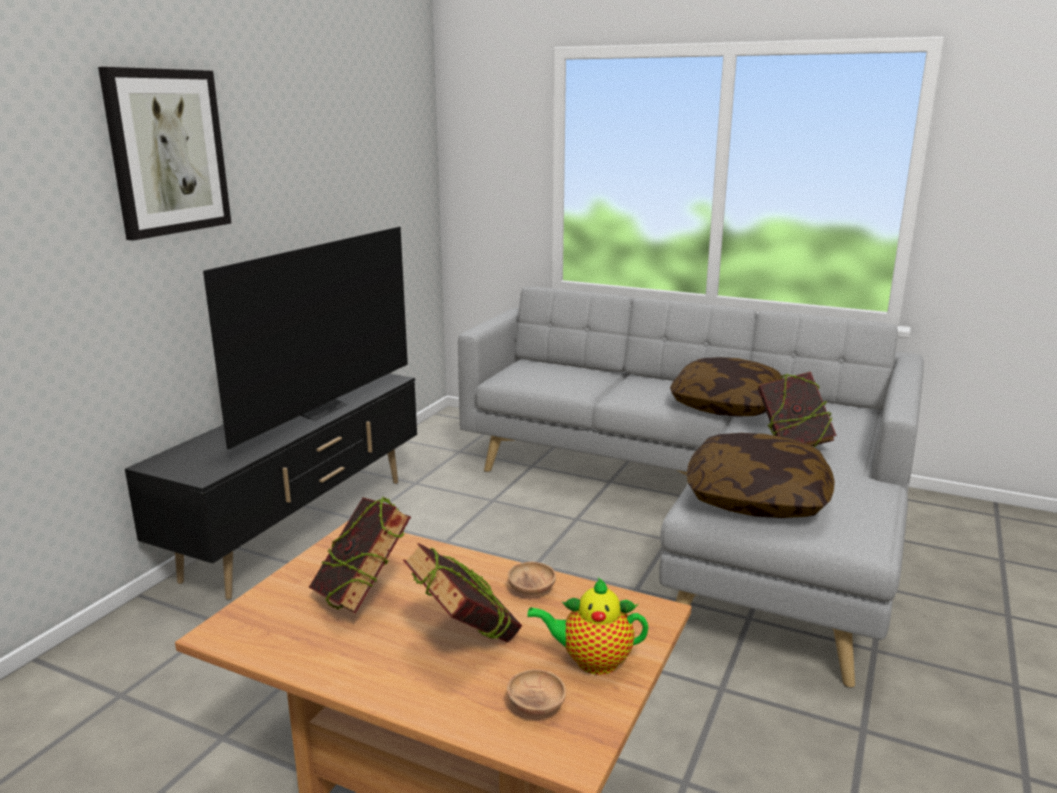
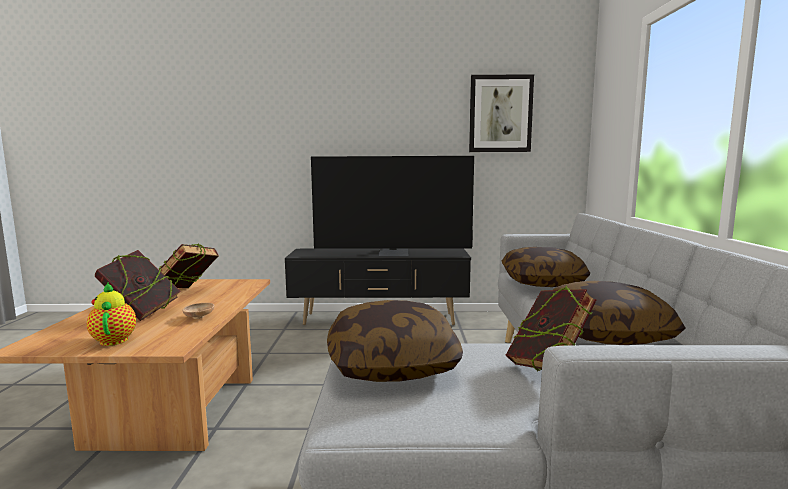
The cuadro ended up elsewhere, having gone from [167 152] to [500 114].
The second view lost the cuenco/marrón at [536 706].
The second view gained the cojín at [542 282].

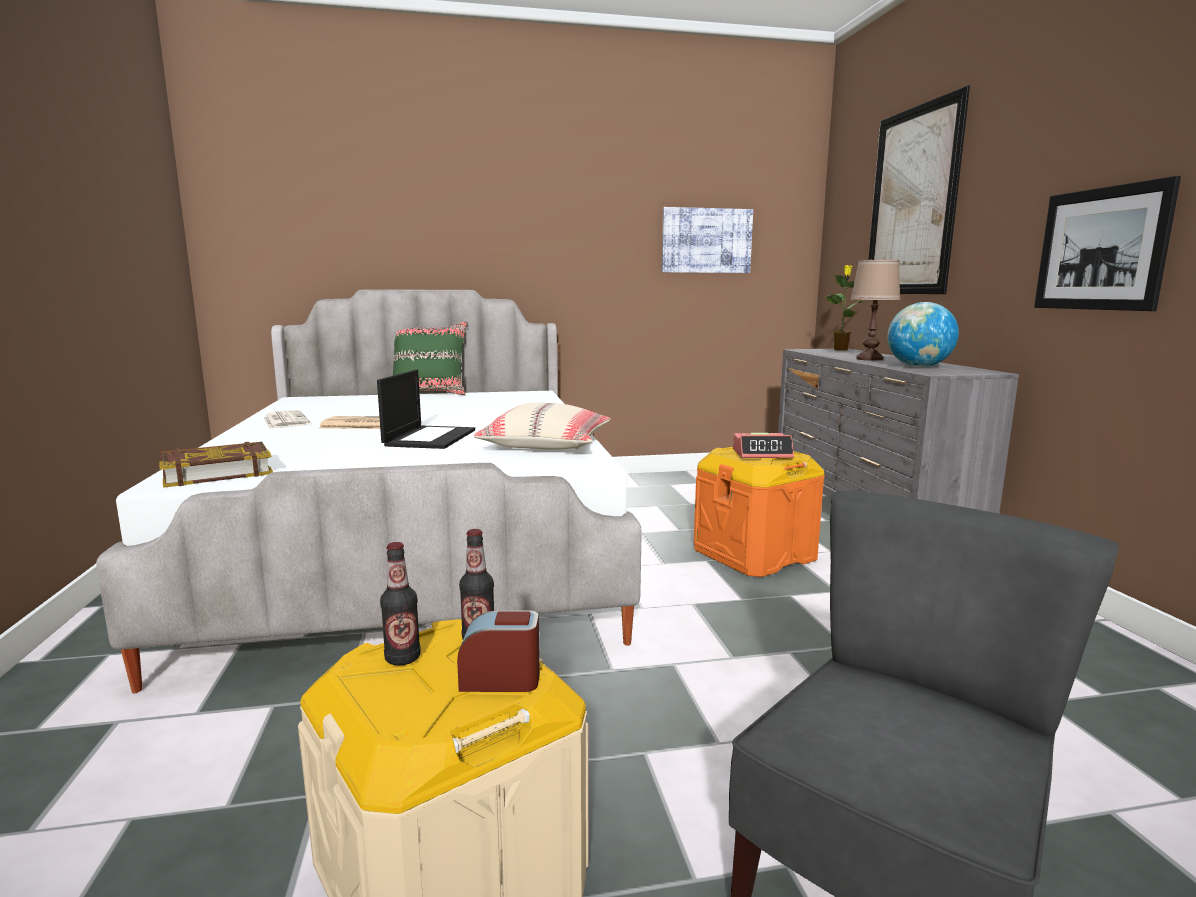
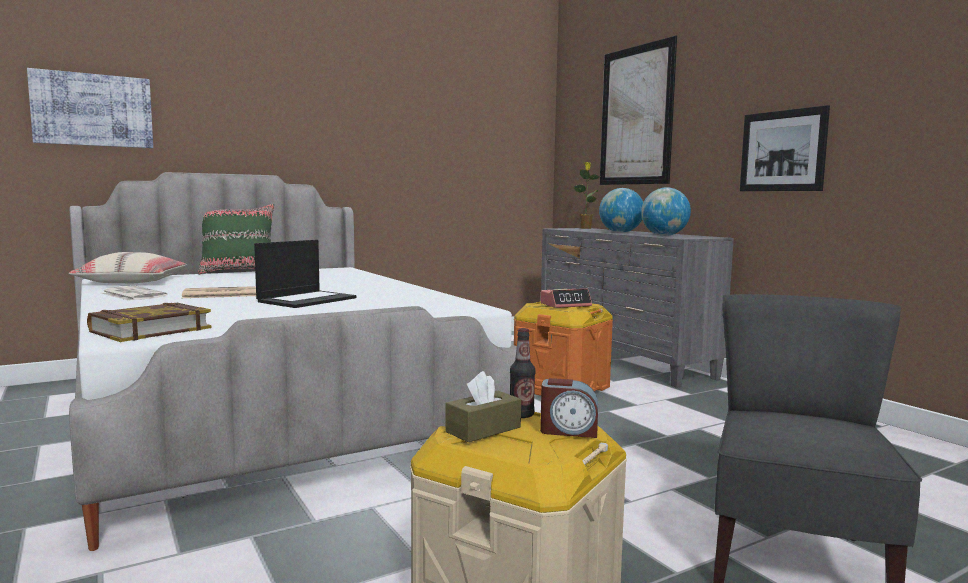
The cuadro ended up elsewhere, having gone from [706 241] to [93 110].
Where the lámpara de mesa/marrón stood at [869 359], the globo terráqueo came to stand at [620 232].
The portátil at [430 437] ended up facing another way, 45 degrees clockwise from before.
The cojín/beis ended up elsewhere, having gone from [546 444] to [132 281].
Where the botella stood at [402 658], the caja de pañuelos/marrón came to stand at [483 429].
The despertador at [500 679] ended up facing another way, 150 degrees counterclockwise from before.

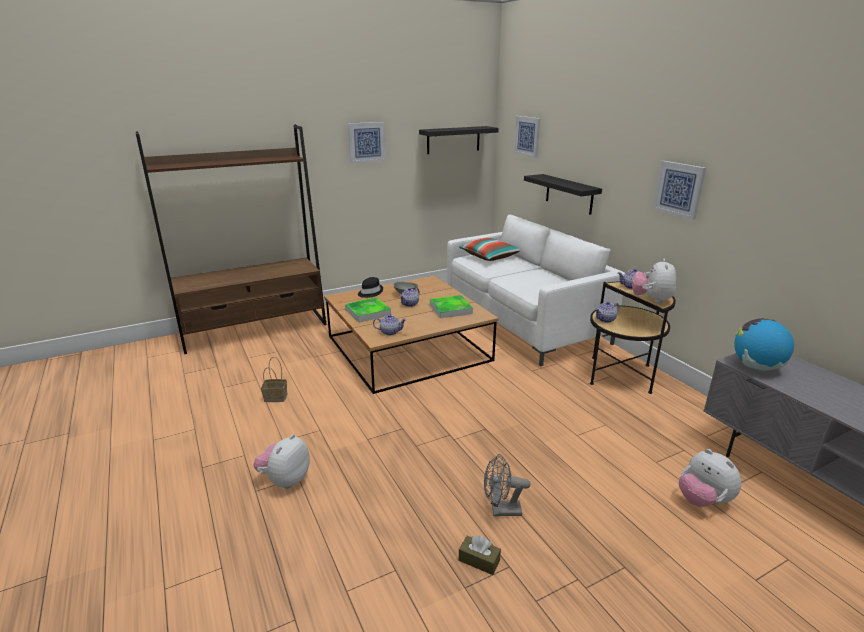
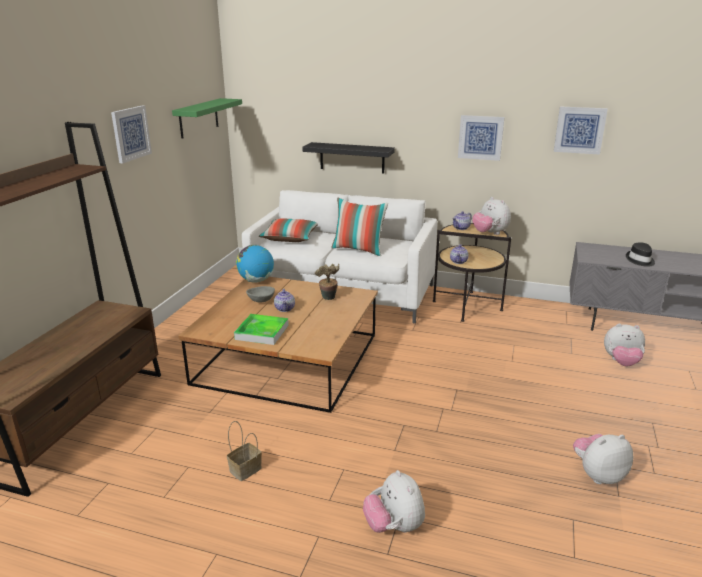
The cuadro ended up elsewhere, having gone from [527 136] to [579 130].
What was the estante/negro at [453 140] turned into the estante/verde at [199 118].
The sombrero/negro ended up elsewhere, having gone from [370 292] to [640 260].
Where the bandeja stood at [450 309], the planta en maceta came to stand at [328 299].
The second view lost the tetera at [389 332].
The globo terráqueo ended up elsewhere, having gone from [756 367] to [256 281].
The second view lost the ventilador/gris at [501 510].
Where the caja de pañuelos/marrón stood at [479 560], the peluche came to stand at [598 474].
The second view gained the cojín at [359 250].

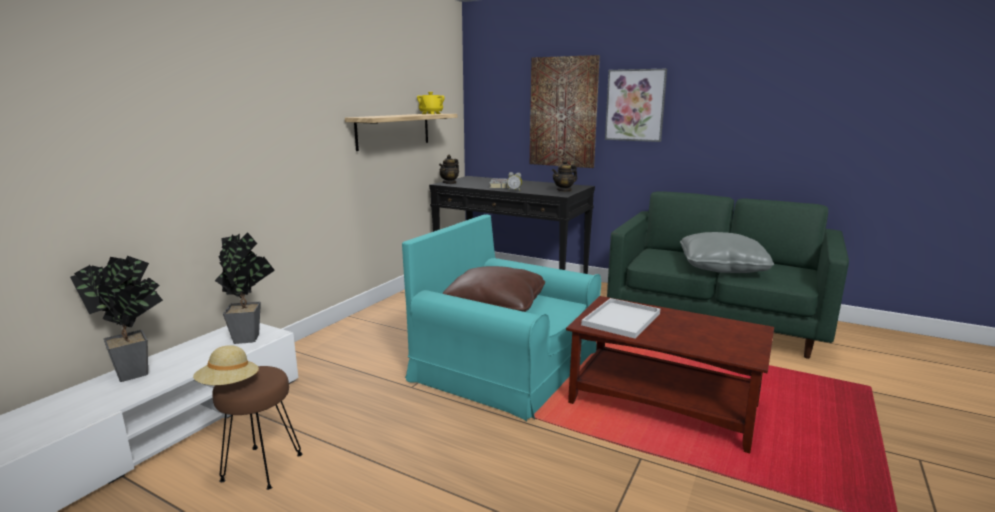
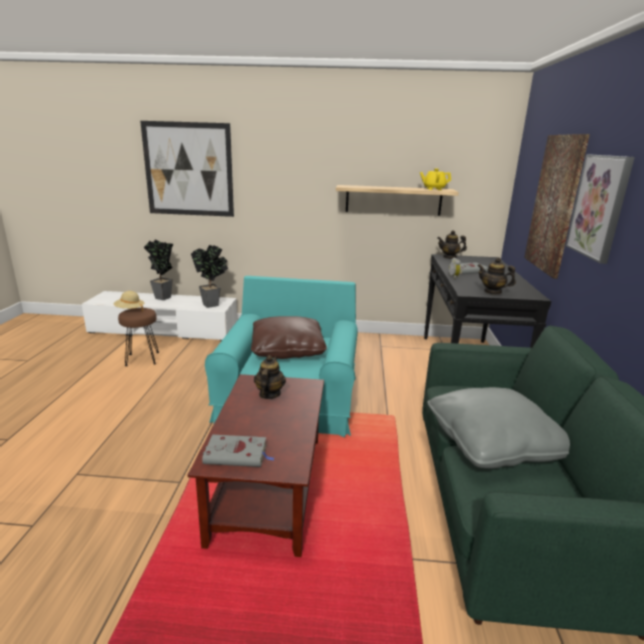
Where the bandeja/blanco stood at [621 320], the tetera came to stand at [269 394].
The second view gained the cuadro at [188 169].
The second view gained the libro/gris at [237 454].

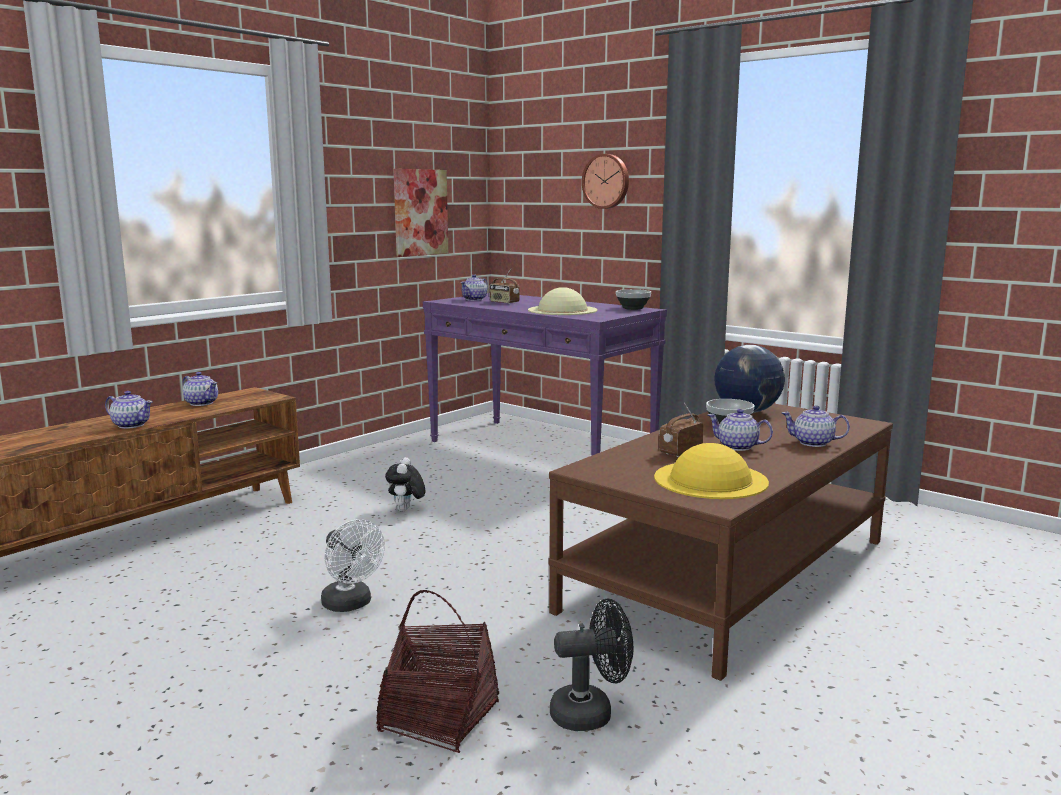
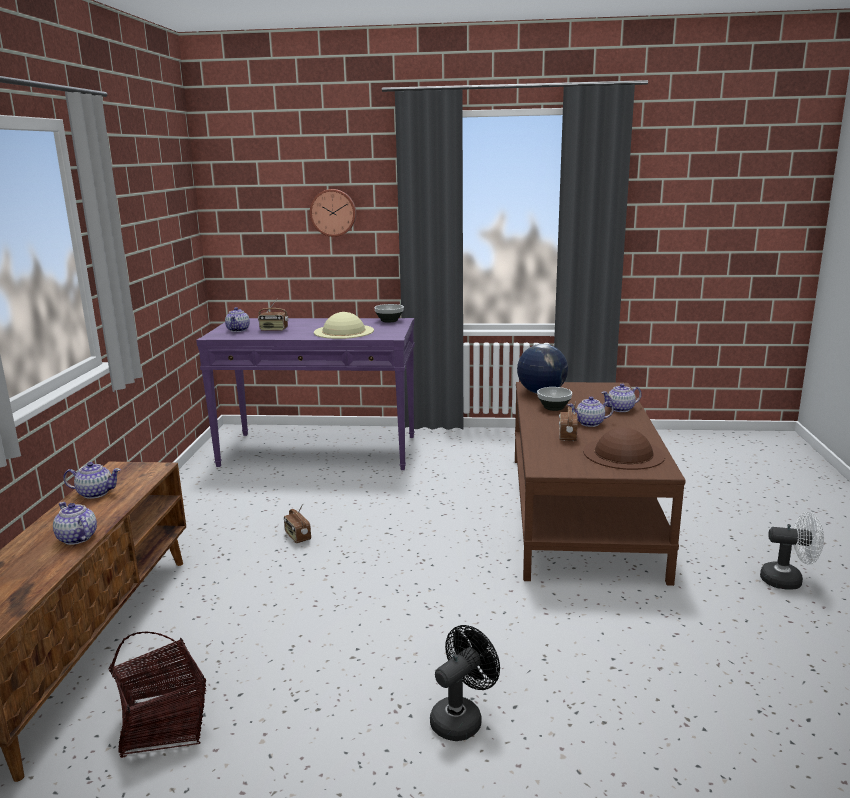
The second view lost the cuadro at [420 212].
The tetera at [131 425] ended up facing another way, 120 degrees counterclockwise from before.
What was the sombrero/amarillo at [711 479] turned into the sombrero/marrón at [623 453].
Where the peluche stood at [406 510], the radio came to stand at [297 537].
The ventilador/blanco ended up elsewhere, having gone from [351 605] to [788 580].
The cesta ended up elsewhere, having gone from [439 717] to [164 725].
The ventilador/negro ended up elsewhere, having gone from [591 713] to [461 718].

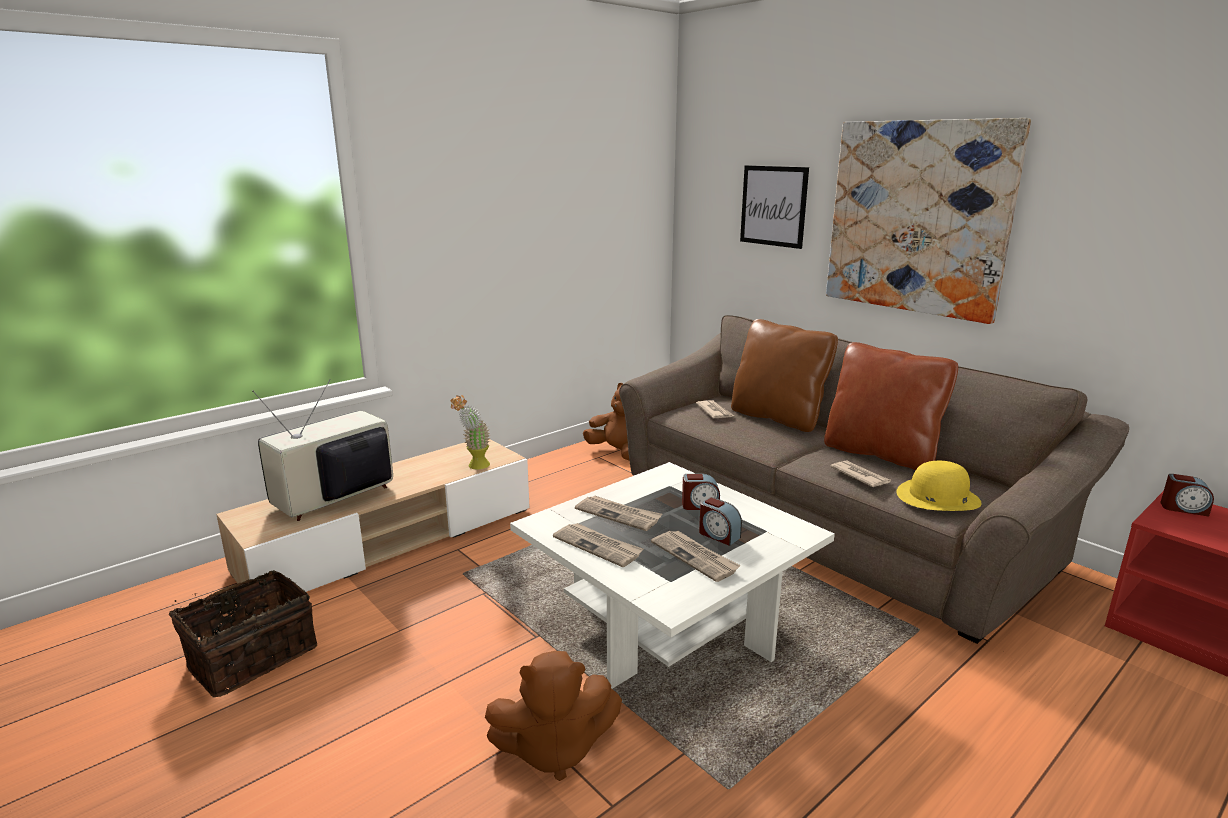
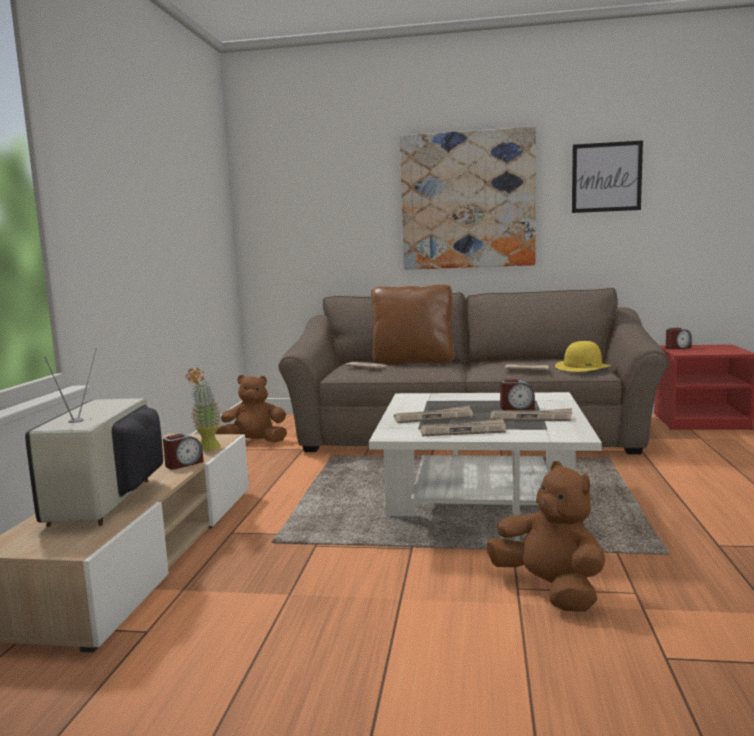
The cuadro ended up elsewhere, having gone from [773 206] to [606 177].
The second view lost the cojín/marrón at [881 453].
The despertador ended up elsewhere, having gone from [700 505] to [184 464].
The second view lost the cesta at [251 656].
The peluche/marrón at [554 749] ended up facing another way, 75 degrees counterclockwise from before.

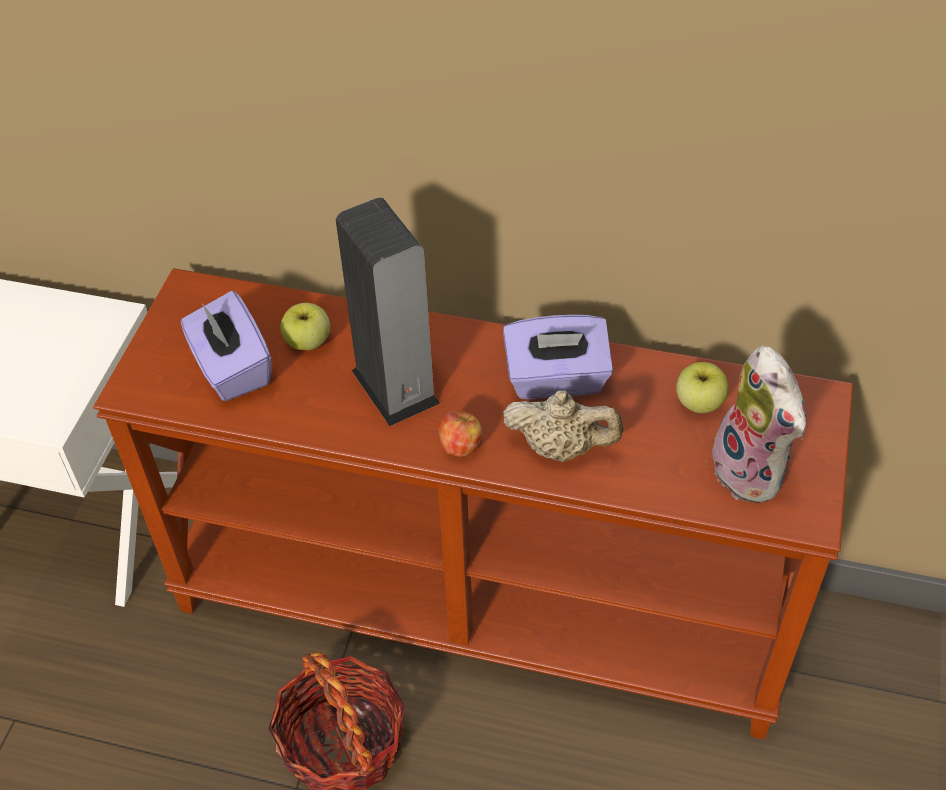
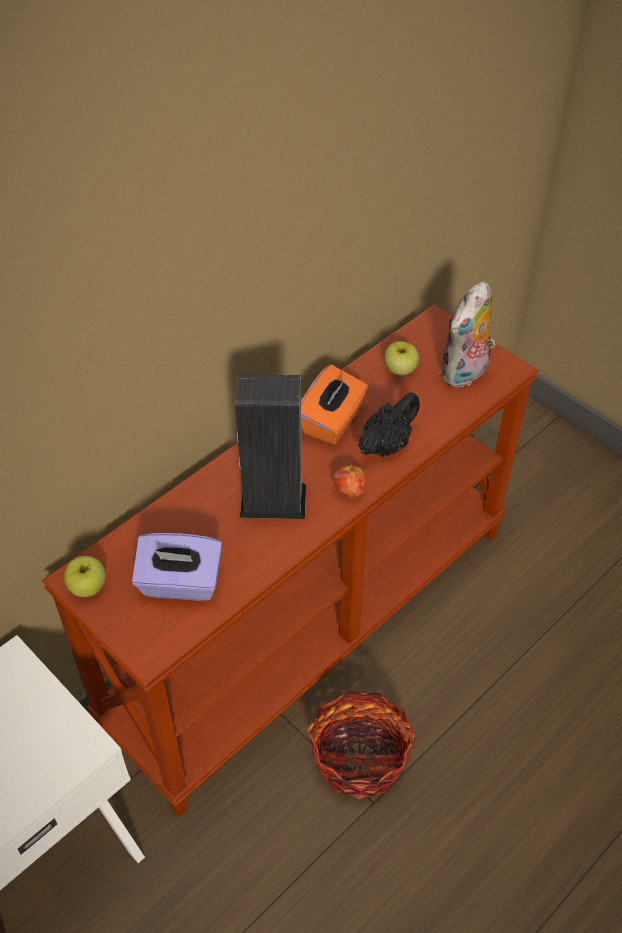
The manzana ended up elsewhere, having gone from [308 342] to [88 587].
What was the caja de pañuelos/morado at [556 380] turned into the caja de pañuelos/naranja at [332 421].
The peluche at [753 472] ended up facing another way, 120 degrees clockwise from before.
What was the tetera/beis at [561 447] turned into the tetera/negro at [386 445].

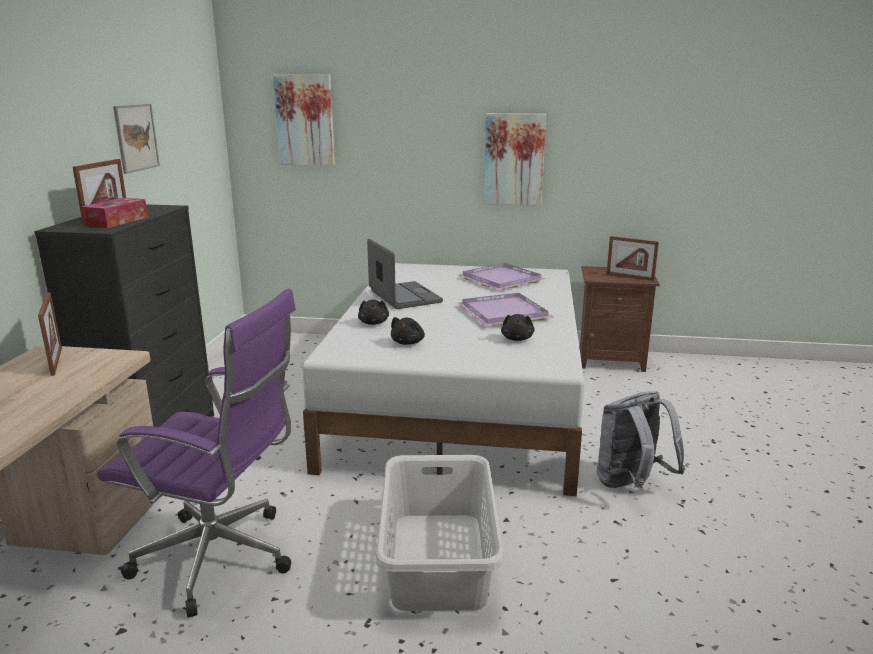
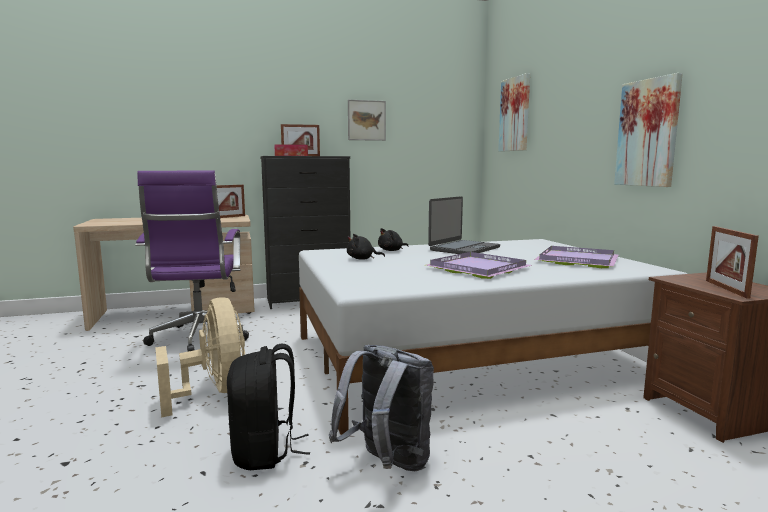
The second view lost the peluche/negro at [517 338].
Where the cesto de la ropa/gris stood at [437 560], the ventilador/beis came to stand at [213 392].
The second view gained the mochila/negro at [265 452].

